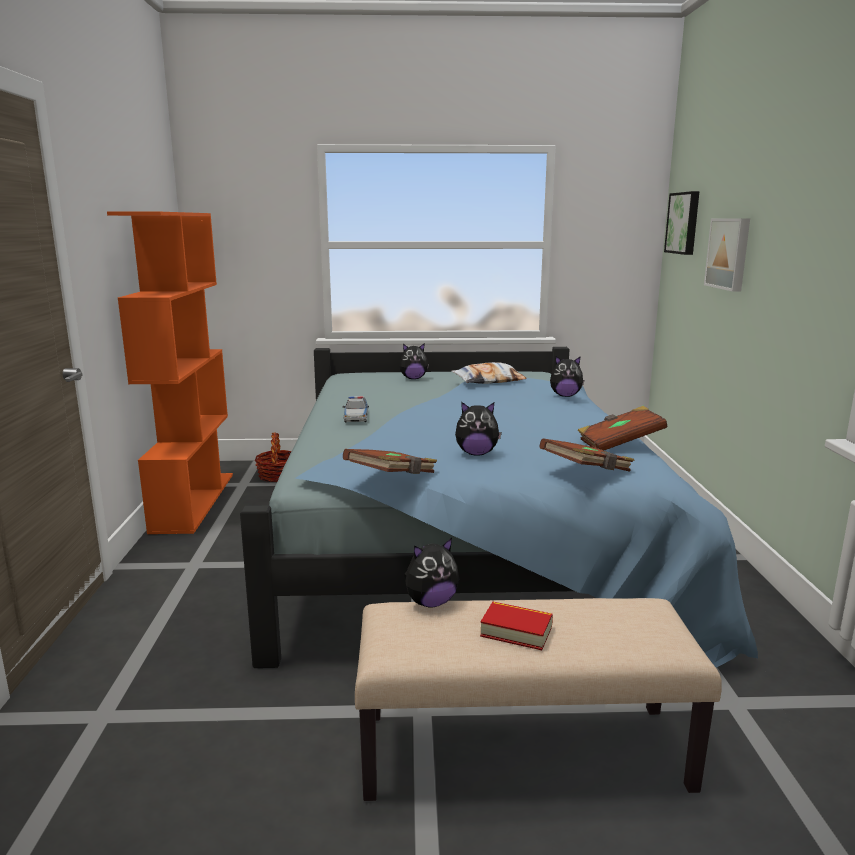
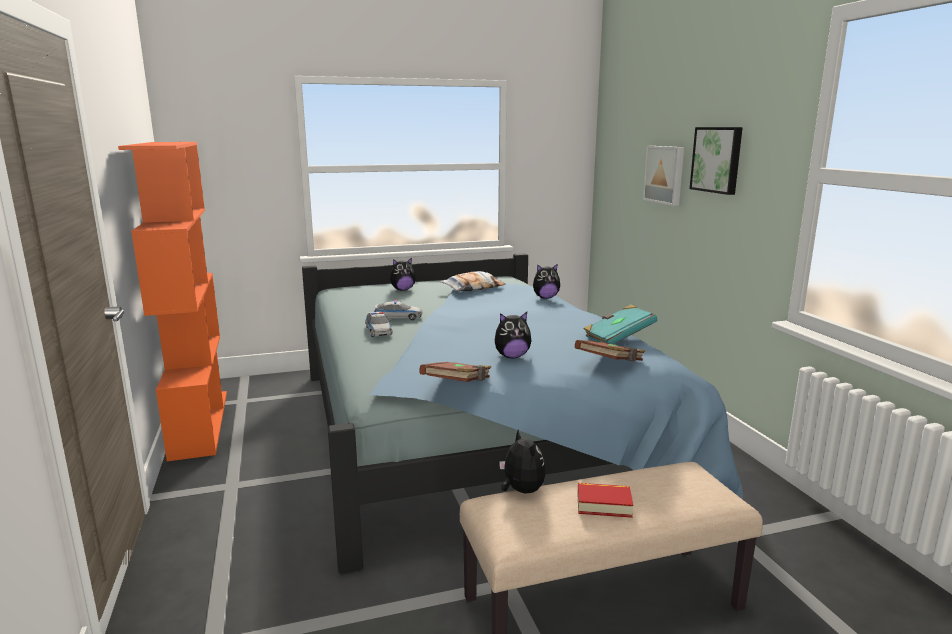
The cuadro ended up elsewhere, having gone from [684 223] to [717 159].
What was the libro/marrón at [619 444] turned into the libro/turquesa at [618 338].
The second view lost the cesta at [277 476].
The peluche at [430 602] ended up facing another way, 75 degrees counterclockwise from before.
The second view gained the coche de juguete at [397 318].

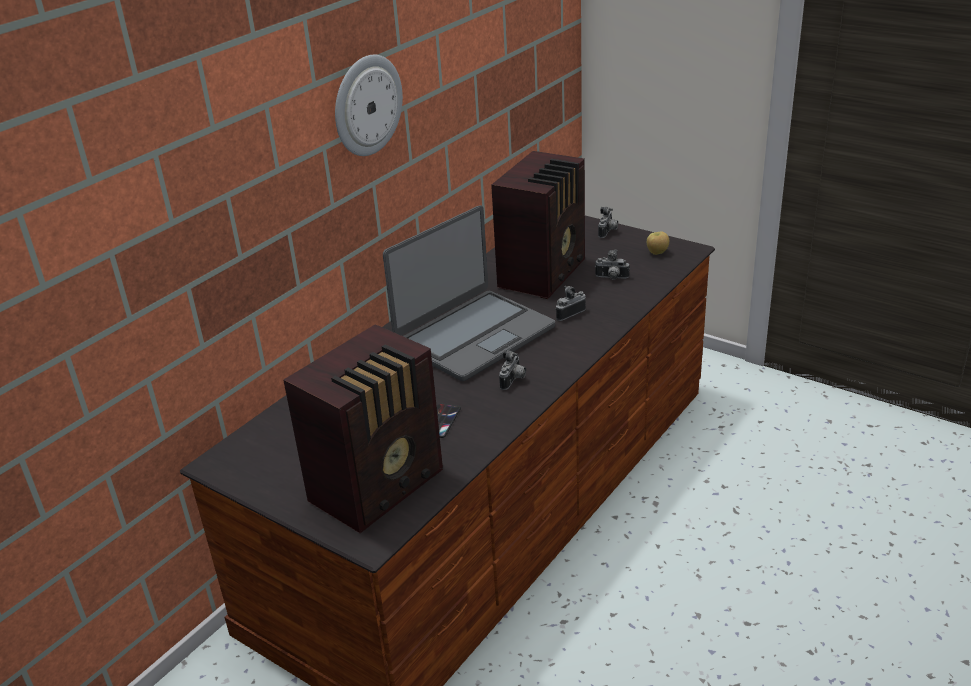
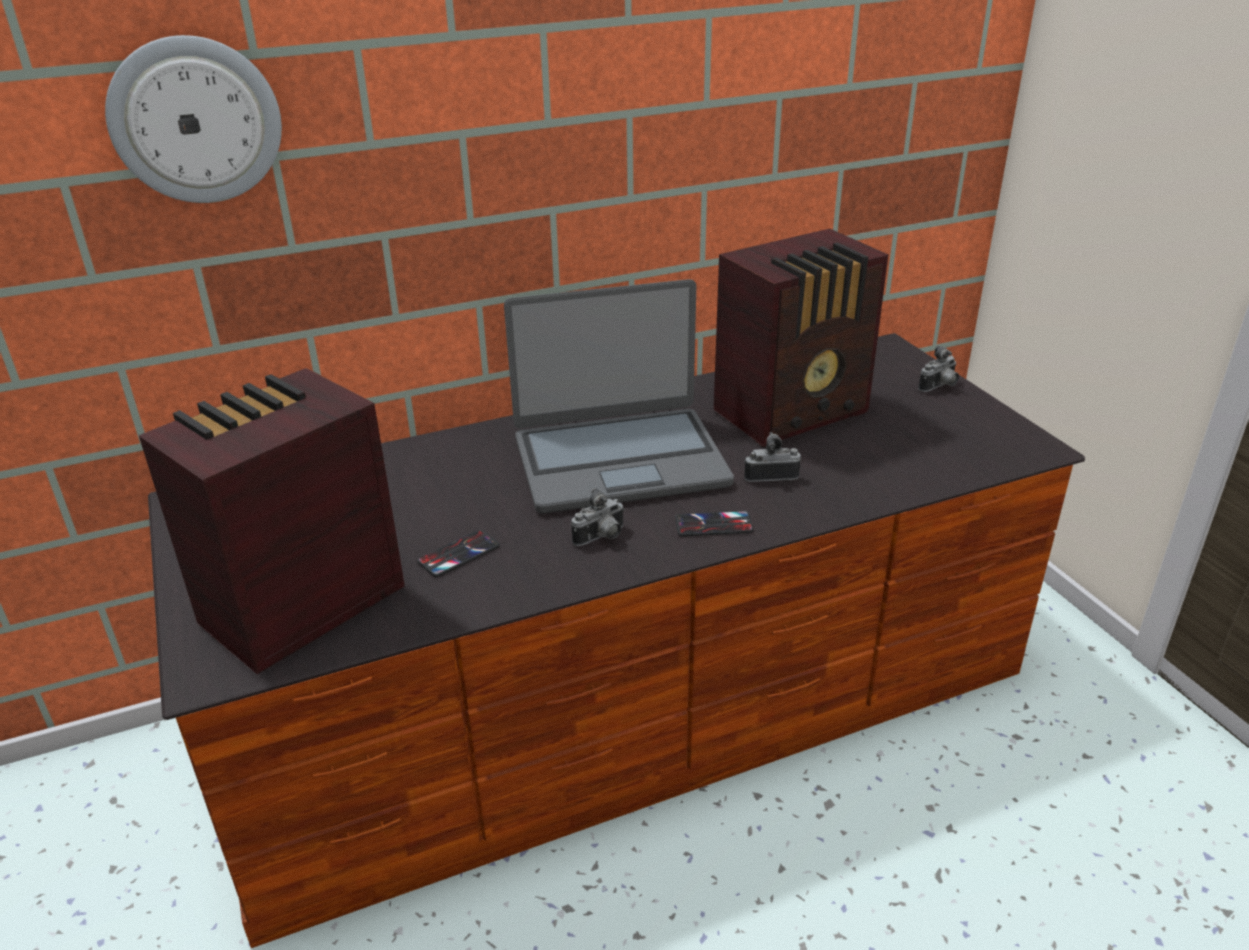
The reloj de pared ended up elsewhere, having gone from [366 105] to [196 121].
The second view lost the manzana at [657 253].
The second view lost the cámara at [611 278].
The radio at [380 486] ended up facing another way, 150 degrees clockwise from before.
The second view gained the móvil at [713 525].

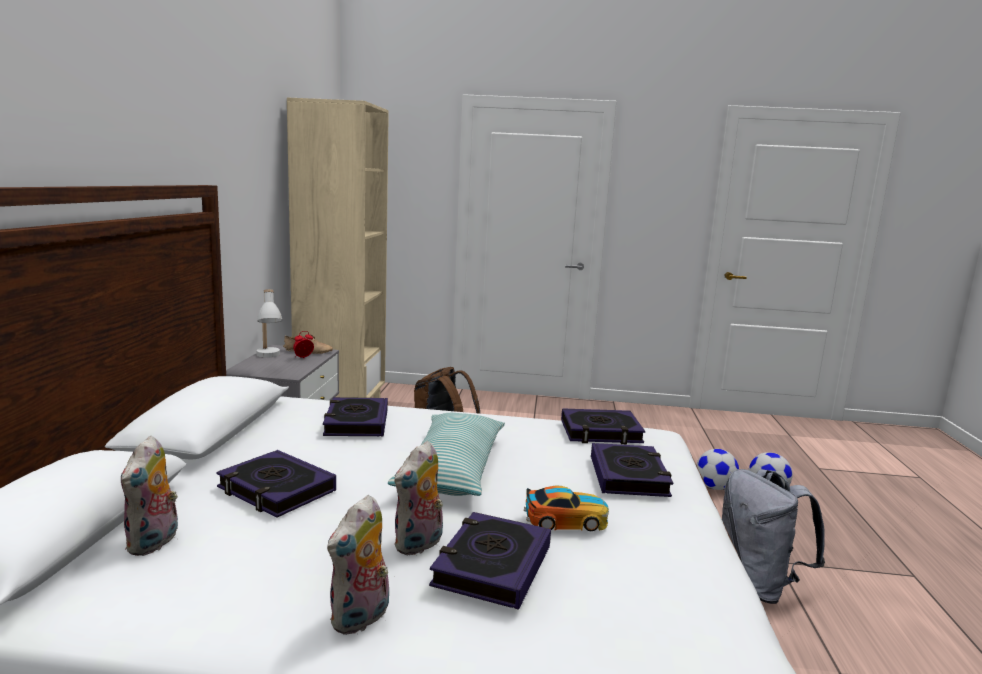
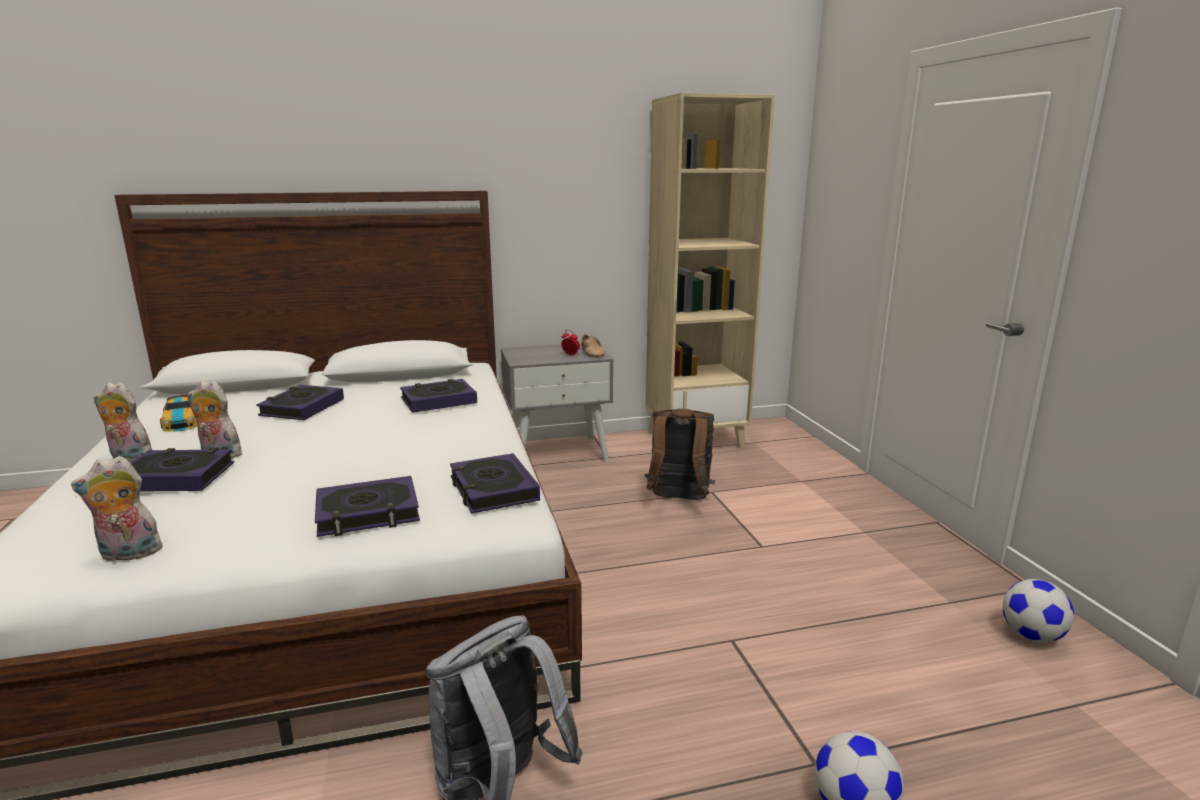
The second view lost the lámpara de mesa/blanco at [269 359].
The second view lost the cojín at [452 469].
The peluche ended up elsewhere, having gone from [154 543] to [128 554].
The balón de fútbol ended up elsewhere, having gone from [714 487] to [1031 636].
The coche de juguete ended up elsewhere, having gone from [566 519] to [182 421].

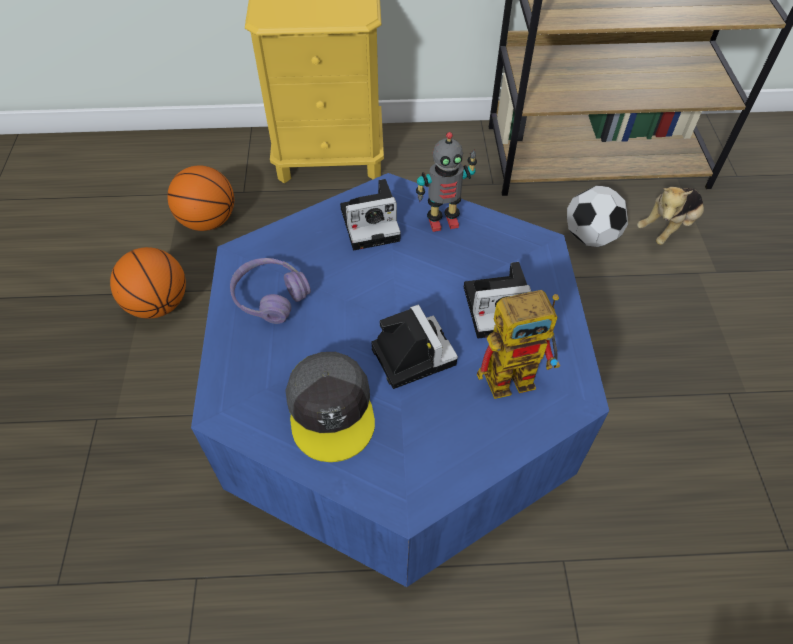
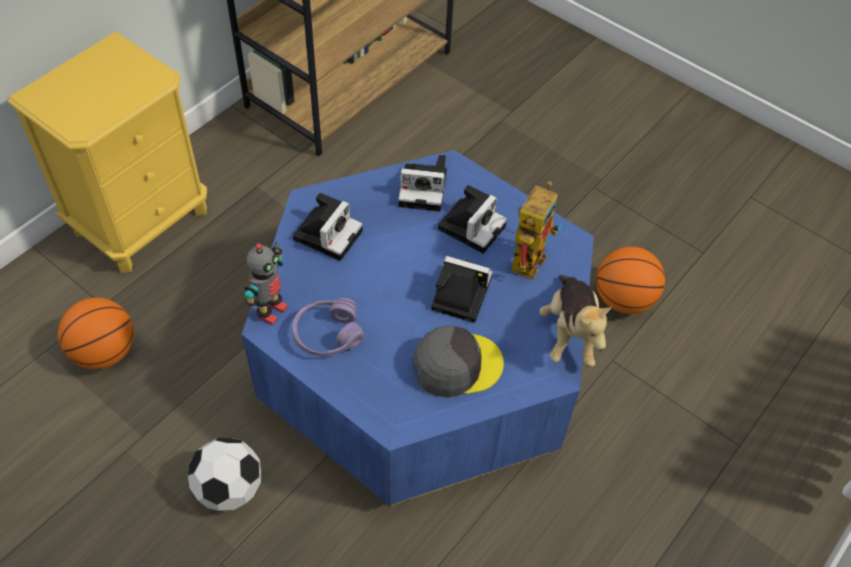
The robot de juguete ended up elsewhere, having gone from [442 221] to [270 311].
The balón de fútbol ended up elsewhere, having gone from [590 237] to [230 488].
The peluche ended up elsewhere, having gone from [668 227] to [570 333].
The balón de baloncesto ended up elsewhere, having gone from [158 304] to [623 299].
The gorra/gris at [331 410] ended up facing another way, 45 degrees counterclockwise from before.
The second view gained the cámara at [425 189].

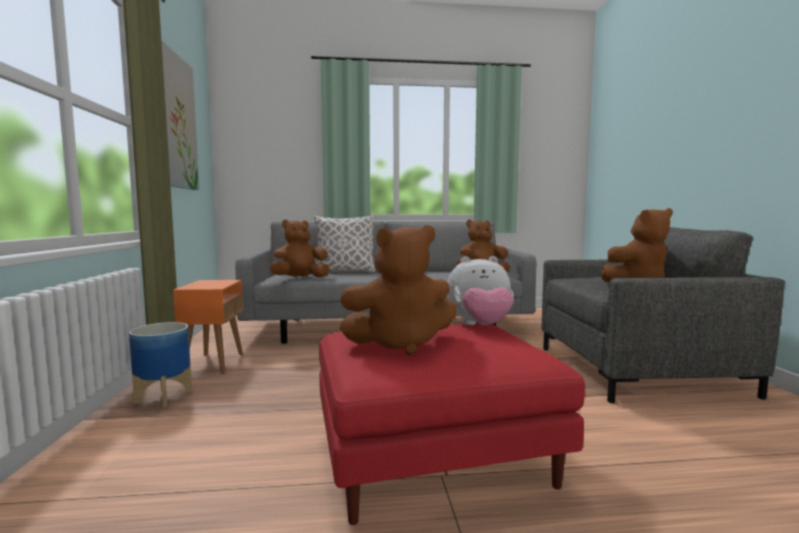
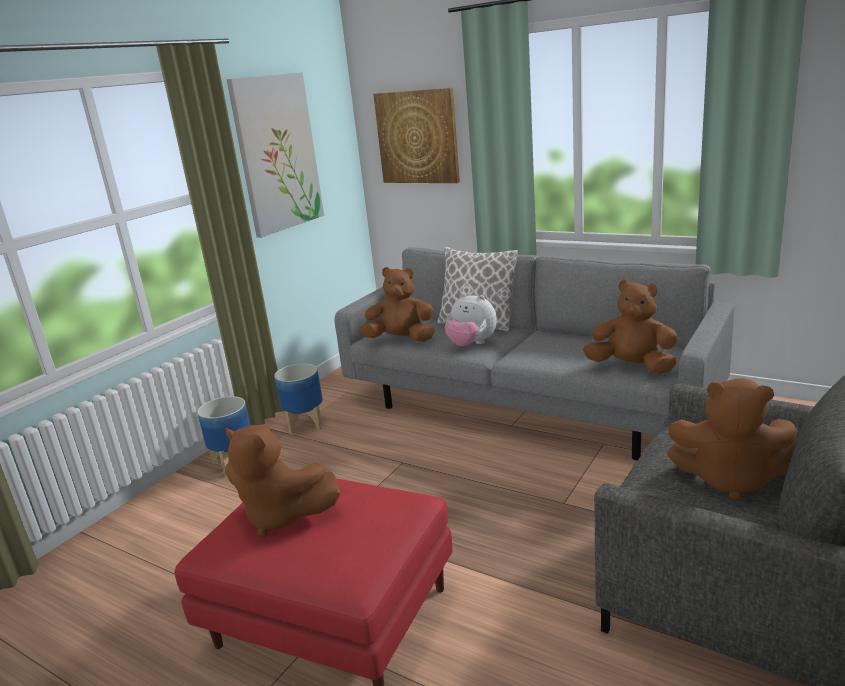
The peluche ended up elsewhere, having gone from [480 326] to [471 344].
Where the mesa auxiliar/naranja stood at [214 363], the maceta came to stand at [305 424].
The second view gained the cuadro at [417 137].

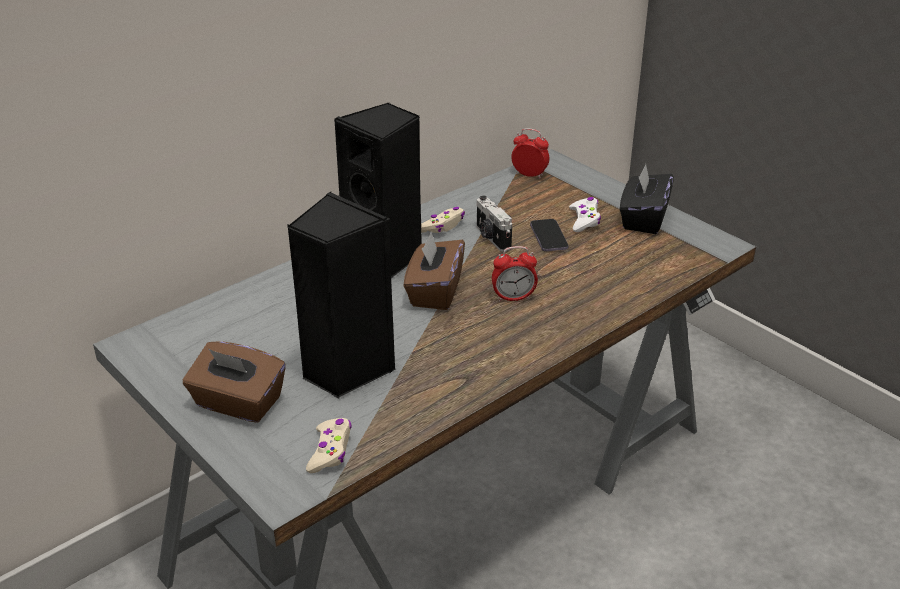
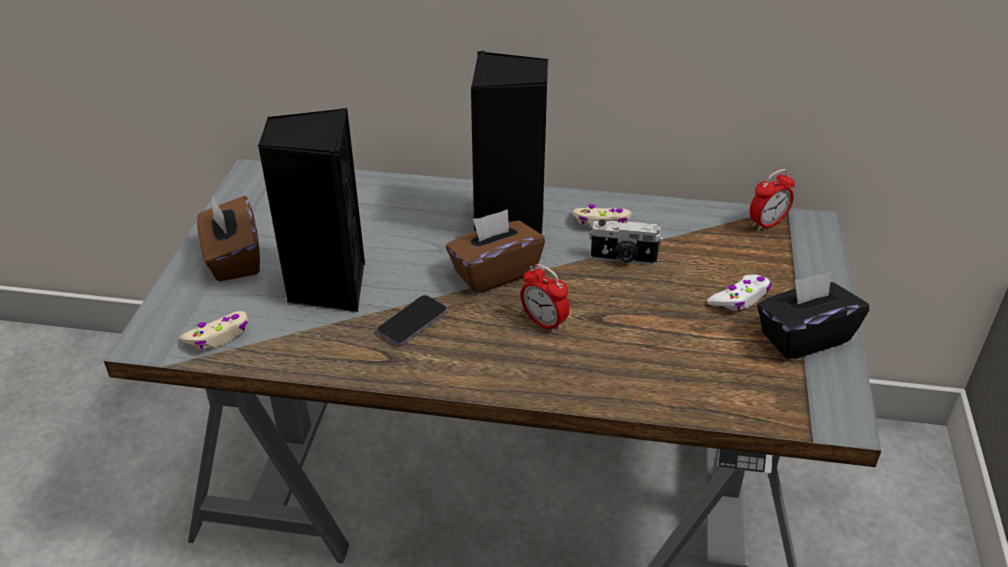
The despertador at [529 175] ended up facing another way, 75 degrees clockwise from before.
The cámara at [491 238] ended up facing another way, 105 degrees counterclockwise from before.
The móvil ended up elsewhere, having gone from [548 237] to [412 322].

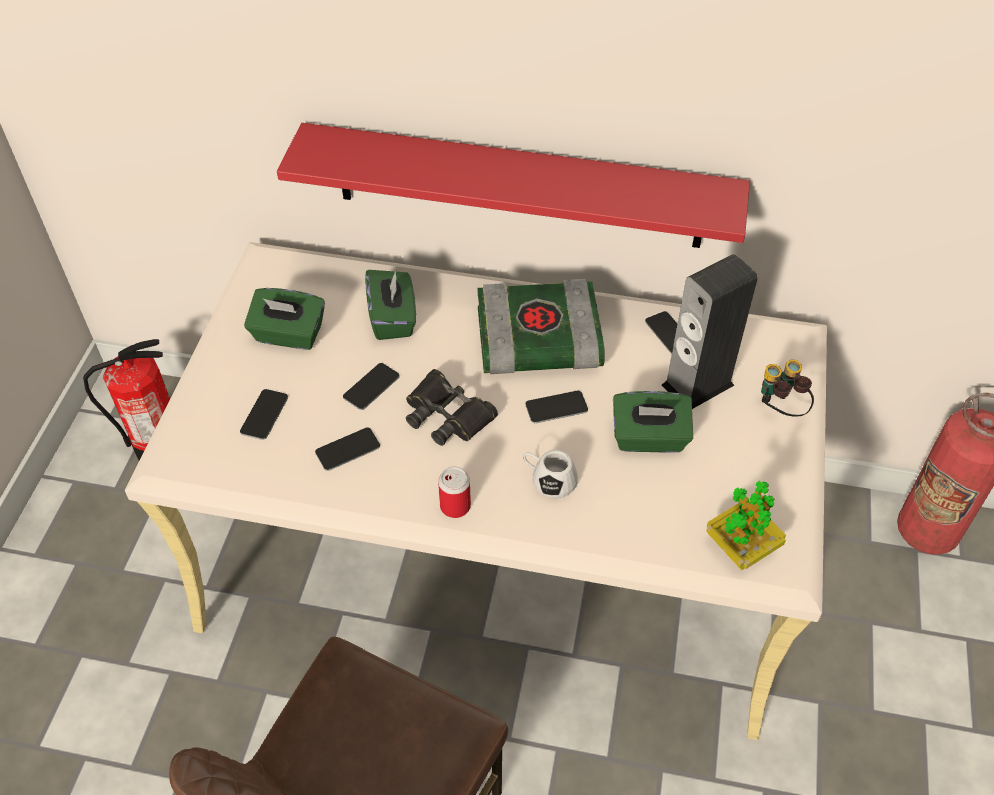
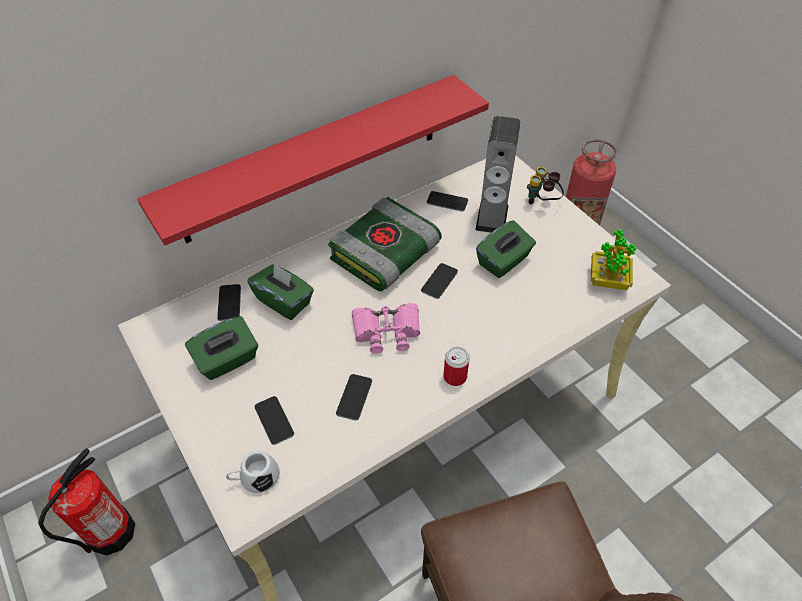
The móvil ended up elsewhere, having gone from [371 387] to [229 302].
What was the prismáticos/negro at [447 415] turned into the prismáticos/rosa at [387 331].
The taza grande/blanco ended up elsewhere, having gone from [549 479] to [255 477].

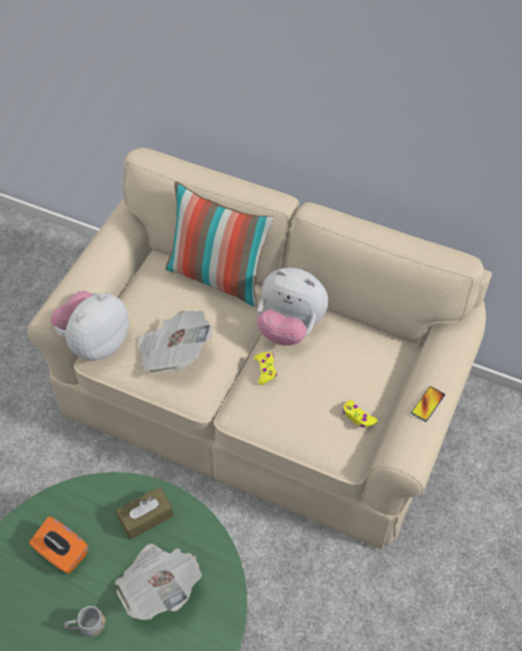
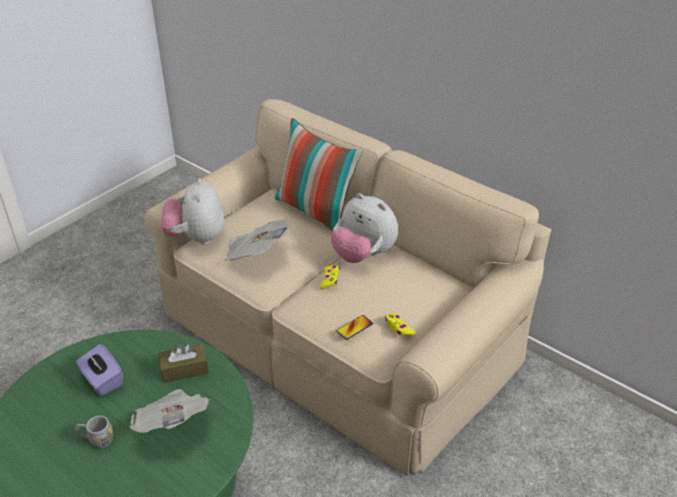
The peluche at [95 342] ended up facing another way, 60 degrees counterclockwise from before.
The móvil ended up elsewhere, having gone from [427 404] to [354 328].
What was the caja de pañuelos/naranja at [62 553] turned into the caja de pañuelos/morado at [102 380].

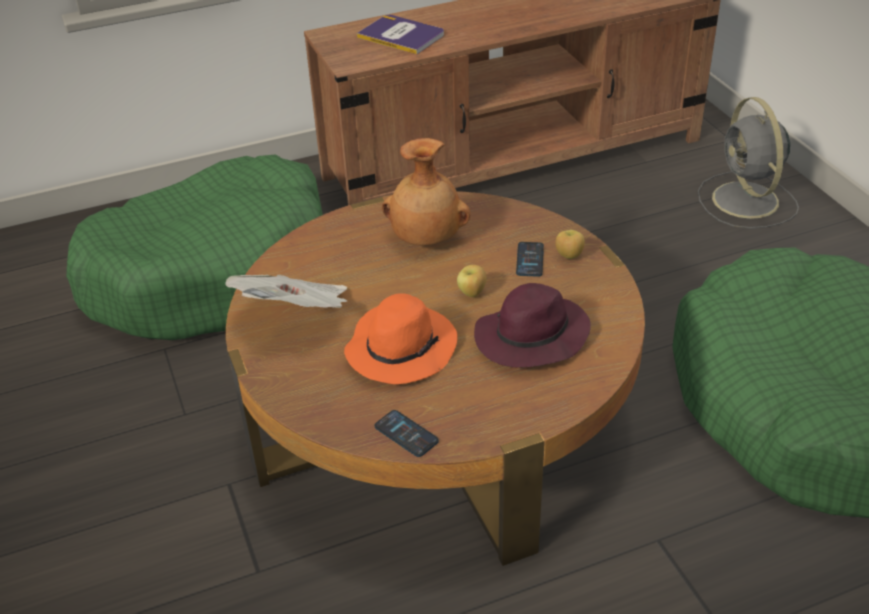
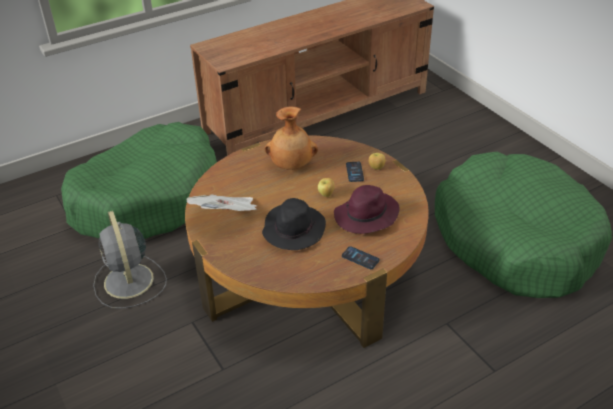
The second view lost the libro at [401 35].
The ventilador/gris ended up elsewhere, having gone from [746 202] to [129 282].
What was the sombrero/naranja at [401 347] turned into the sombrero/negro at [293 229].
The móvil ended up elsewhere, having gone from [406 434] to [360 258].

